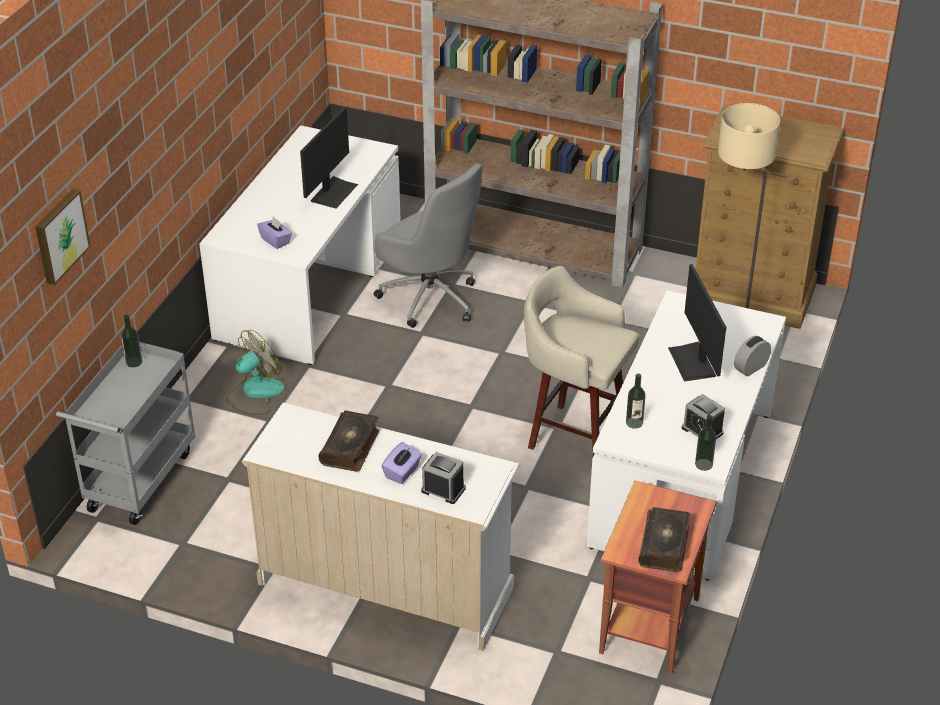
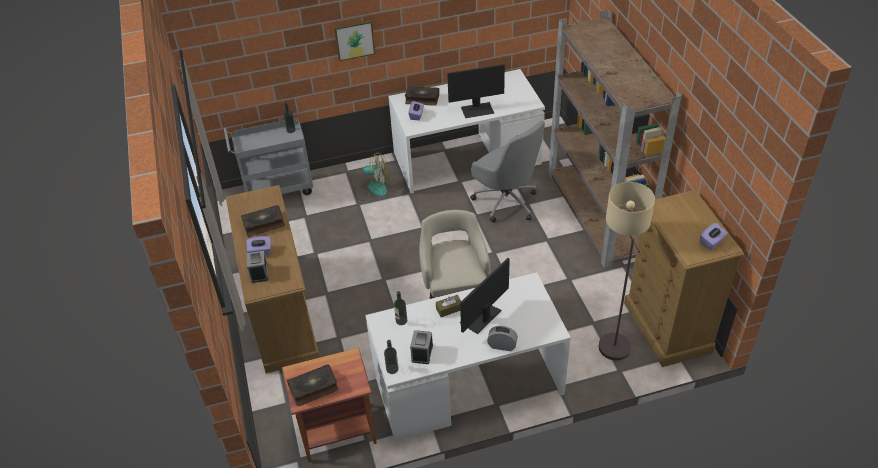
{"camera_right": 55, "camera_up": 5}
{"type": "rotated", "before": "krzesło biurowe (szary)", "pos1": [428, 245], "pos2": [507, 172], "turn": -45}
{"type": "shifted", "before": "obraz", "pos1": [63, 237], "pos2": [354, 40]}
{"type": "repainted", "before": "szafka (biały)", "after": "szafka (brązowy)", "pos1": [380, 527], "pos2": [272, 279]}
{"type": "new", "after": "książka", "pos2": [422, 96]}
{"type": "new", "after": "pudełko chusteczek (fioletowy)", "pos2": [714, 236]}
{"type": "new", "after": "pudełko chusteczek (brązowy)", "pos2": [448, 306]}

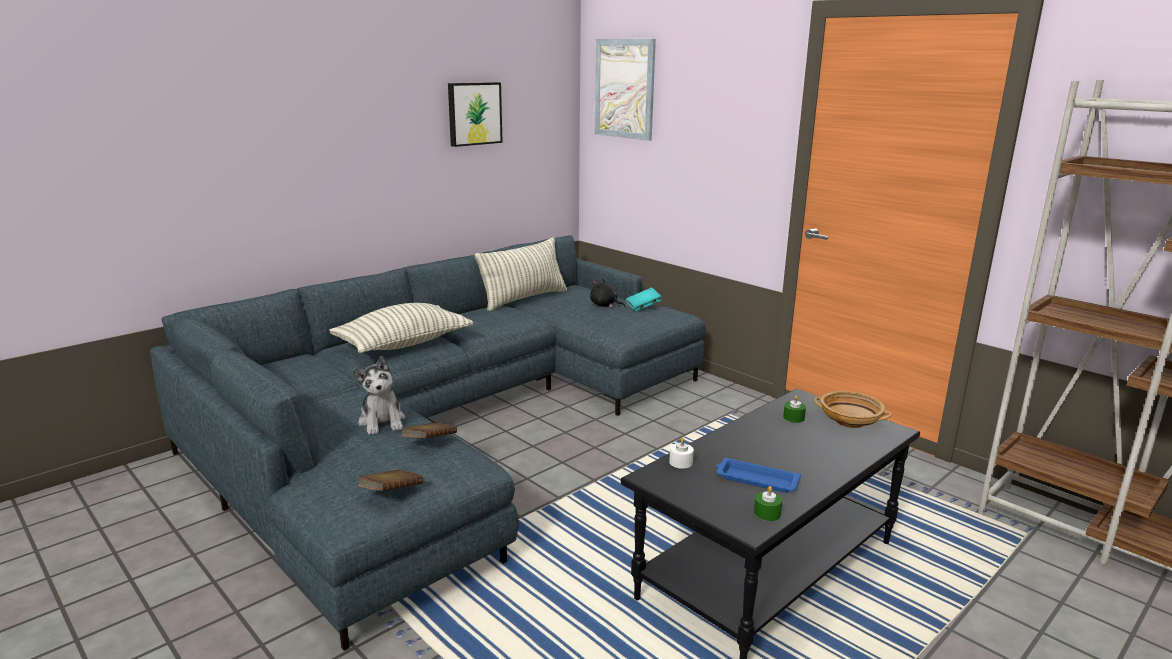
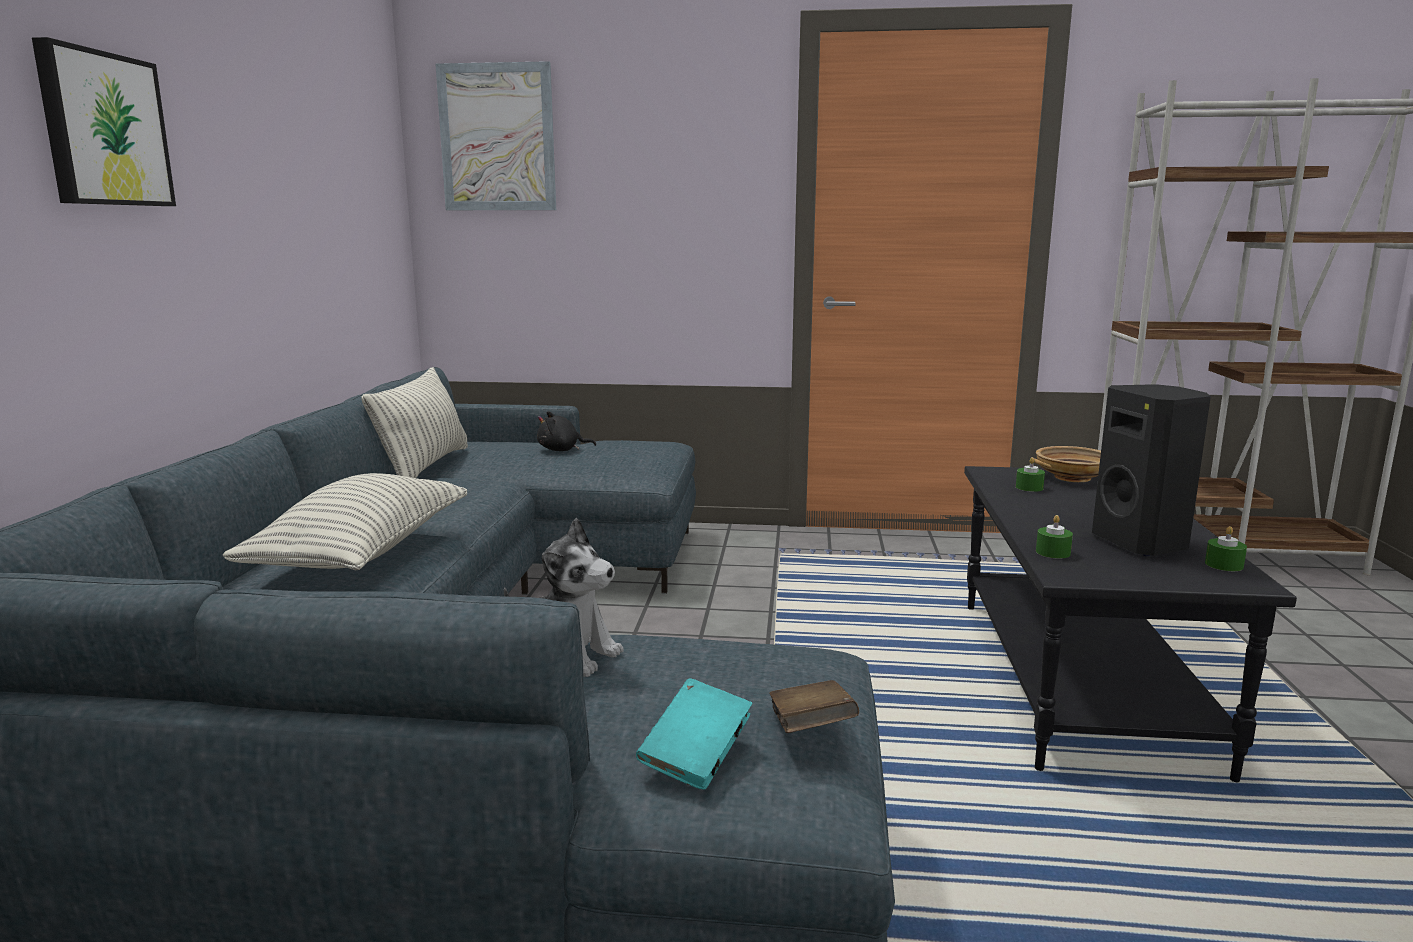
{"camera_right": -40, "camera_up": -5}
{"type": "shifted", "before": "obraz", "pos1": [475, 114], "pos2": [104, 121]}
{"type": "shifted", "before": "książka (turkusowy)", "pos1": [644, 299], "pos2": [694, 734]}
{"type": "gone", "before": "książka (brązowy)", "pos1": [429, 430]}
{"type": "repainted", "before": "świeca (biały)", "after": "świeca (zielony)", "pos1": [681, 453], "pos2": [1054, 537]}
{"type": "swapped", "before": "taca (niebieski)", "after": "głośnik (czarny)", "pos1": [758, 475], "pos2": [1151, 470]}

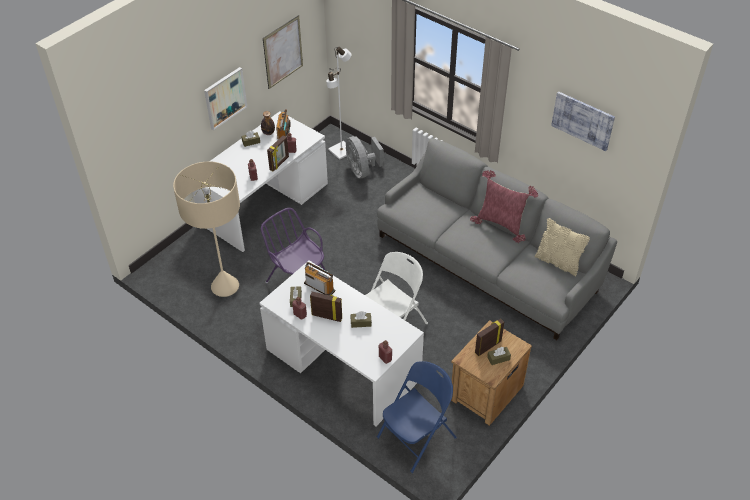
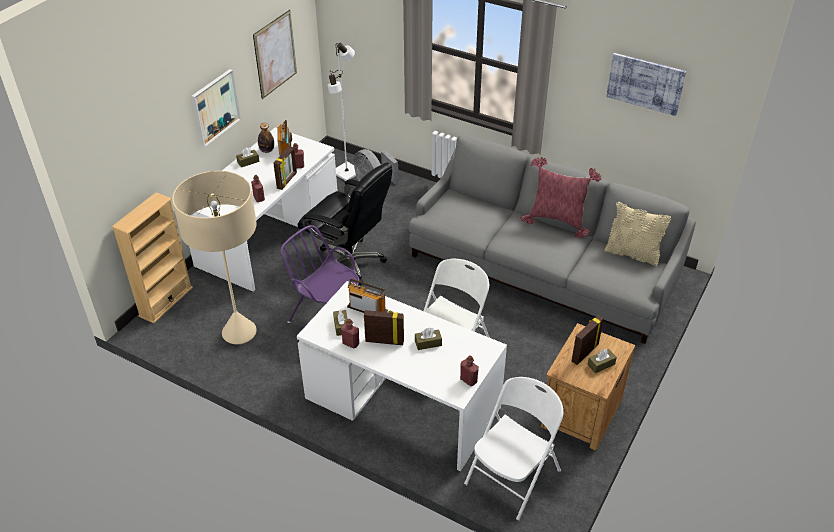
{"camera_right": -10, "camera_up": -5}
{"type": "repainted", "before": "krzesło (niebieski)", "after": "krzesło (biały)", "pos1": [417, 417], "pos2": [513, 449]}
{"type": "new", "after": "krzesło biurowe (czarny)", "pos2": [345, 224]}
{"type": "new", "after": "regał (beżowy)", "pos2": [152, 257]}

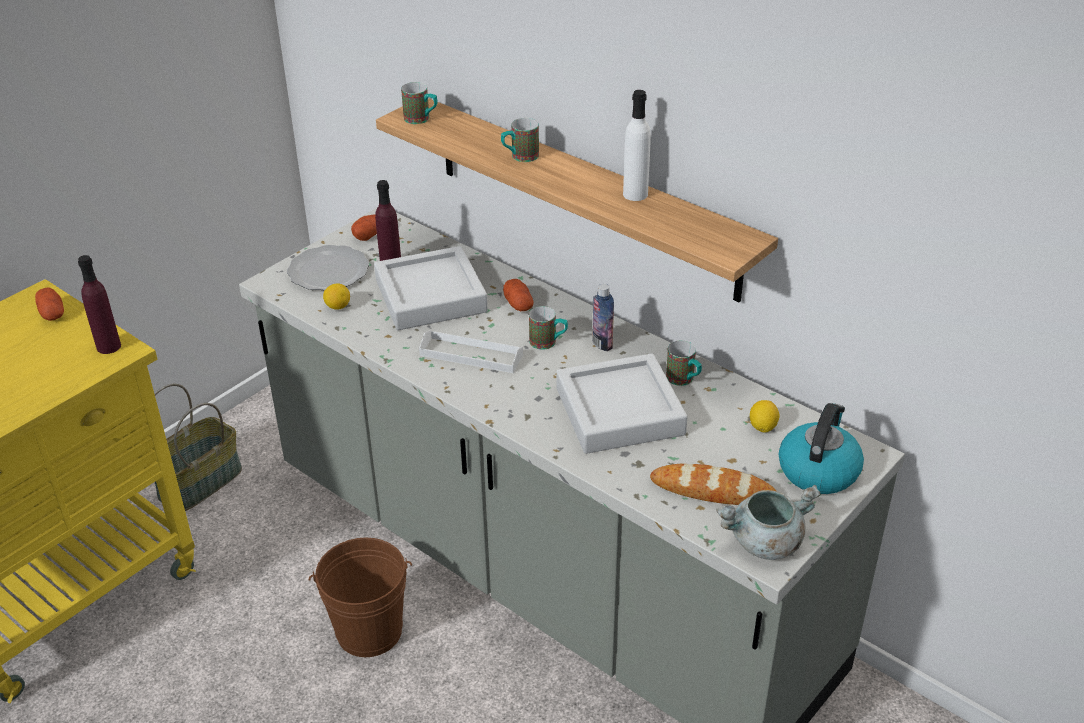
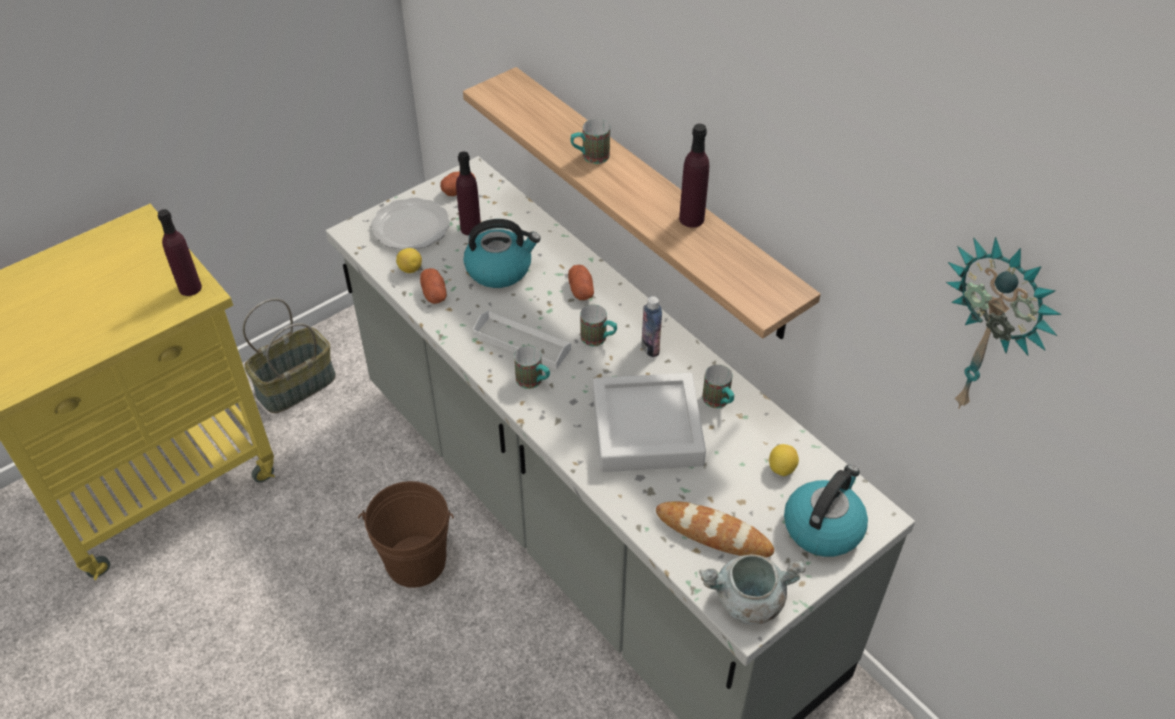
{"camera_right": 10, "camera_up": 10}
{"type": "shifted", "before": "kubek", "pos1": [419, 103], "pos2": [532, 367]}
{"type": "repainted", "before": "butelka (biały)", "after": "butelka (fioletowy)", "pos1": [637, 145], "pos2": [694, 176]}
{"type": "swapped", "before": "taca (szary)", "after": "czajnik", "pos1": [431, 288], "pos2": [502, 253]}
{"type": "shifted", "before": "ziemniak", "pos1": [49, 304], "pos2": [433, 286]}
{"type": "new", "after": "zegar ścienny", "pos2": [1003, 323]}

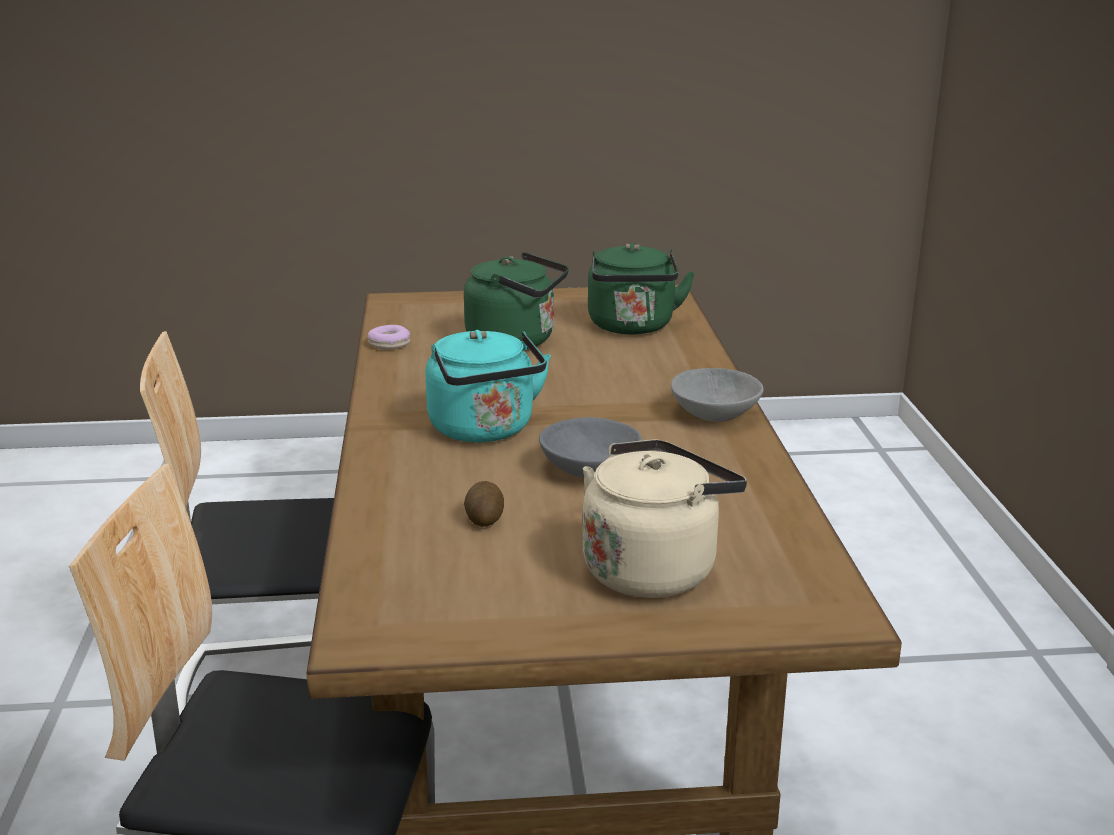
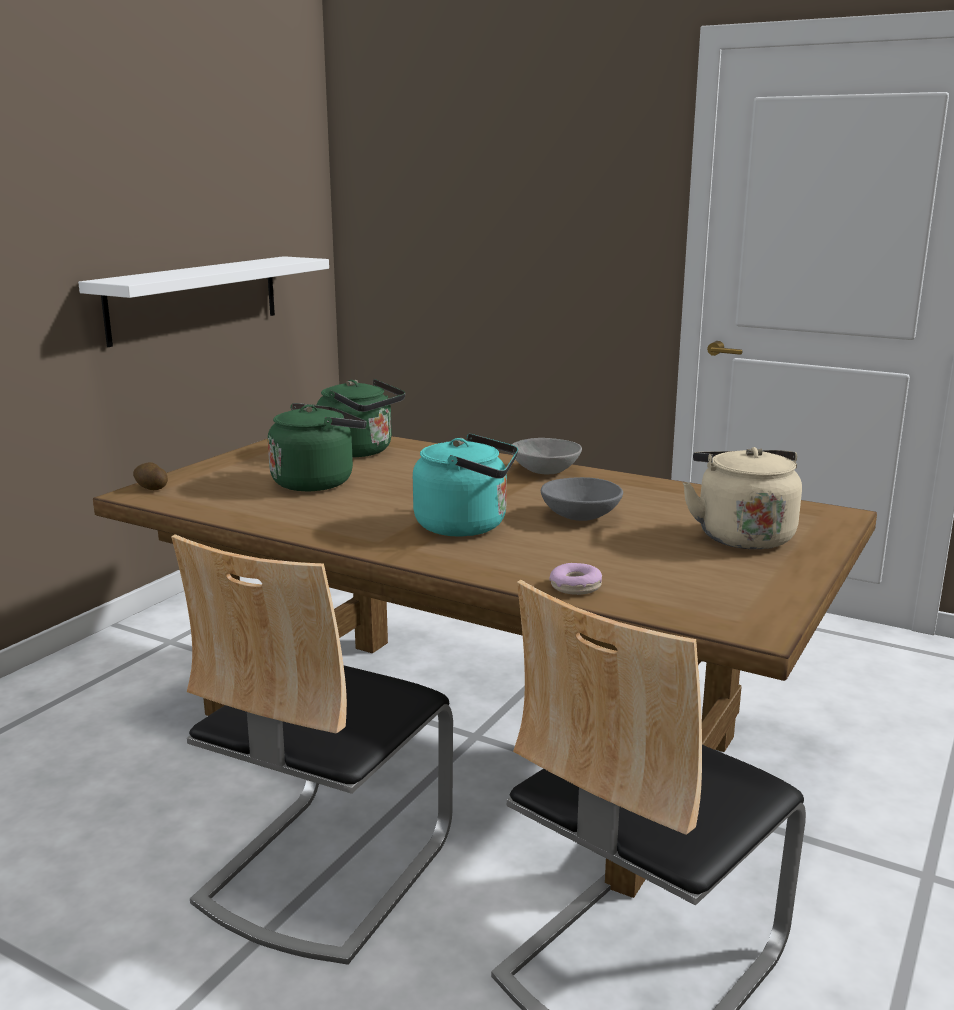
{"camera_right": -55, "camera_up": -5}
{"type": "shifted", "before": "donut", "pos1": [388, 337], "pos2": [575, 579]}
{"type": "shifted", "before": "ziemniak", "pos1": [484, 504], "pos2": [150, 476]}
{"type": "new", "after": "półka (biały)", "pos2": [203, 301]}

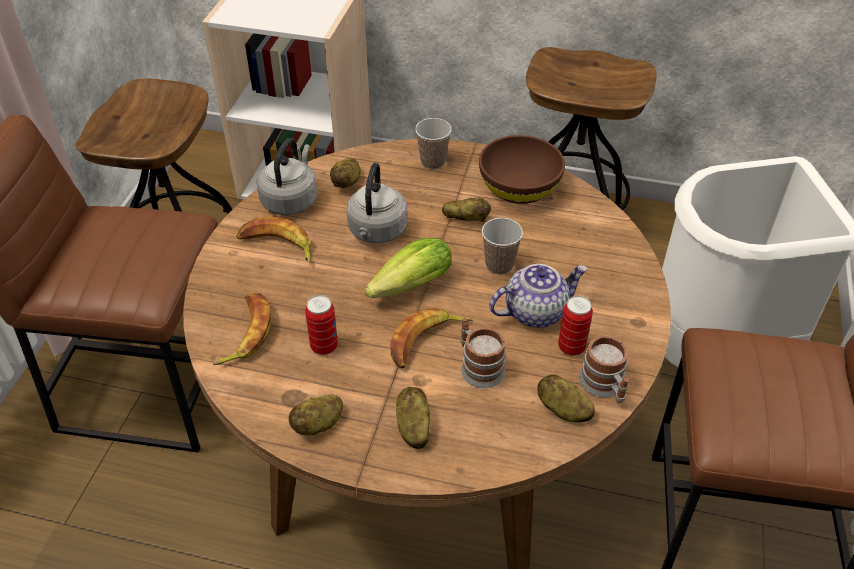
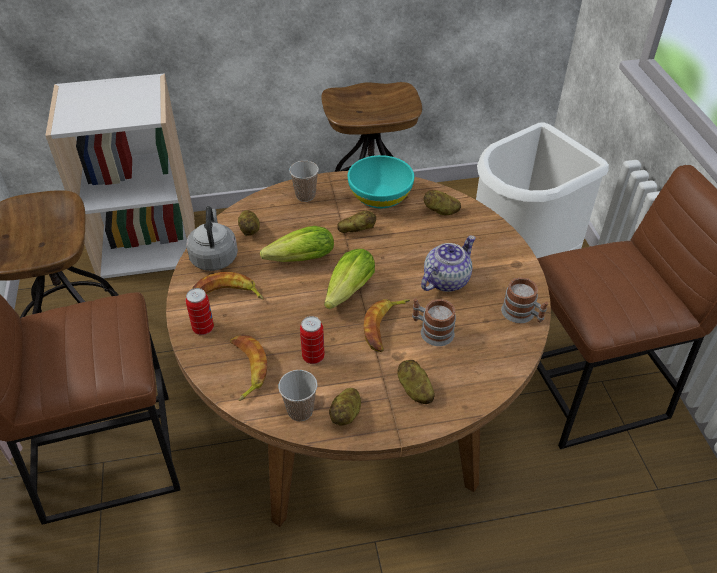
{"camera_right": -25, "camera_up": 0}
{"type": "repainted", "before": "miska (brązowy)", "after": "miska (turkusowy)", "pos1": [522, 169], "pos2": [380, 182]}
{"type": "swapped", "before": "czajnik (szary)", "after": "sałata", "pos1": [377, 203], "pos2": [297, 244]}
{"type": "shifted", "before": "filiżanka", "pos1": [502, 246], "pos2": [297, 395]}
{"type": "shifted", "before": "puszka", "pos1": [575, 326], "pos2": [200, 311]}
{"type": "shifted", "before": "ziemniak", "pos1": [566, 398], "pos2": [442, 202]}

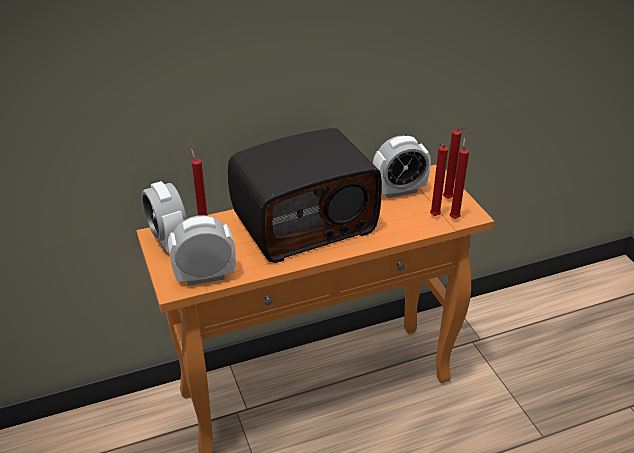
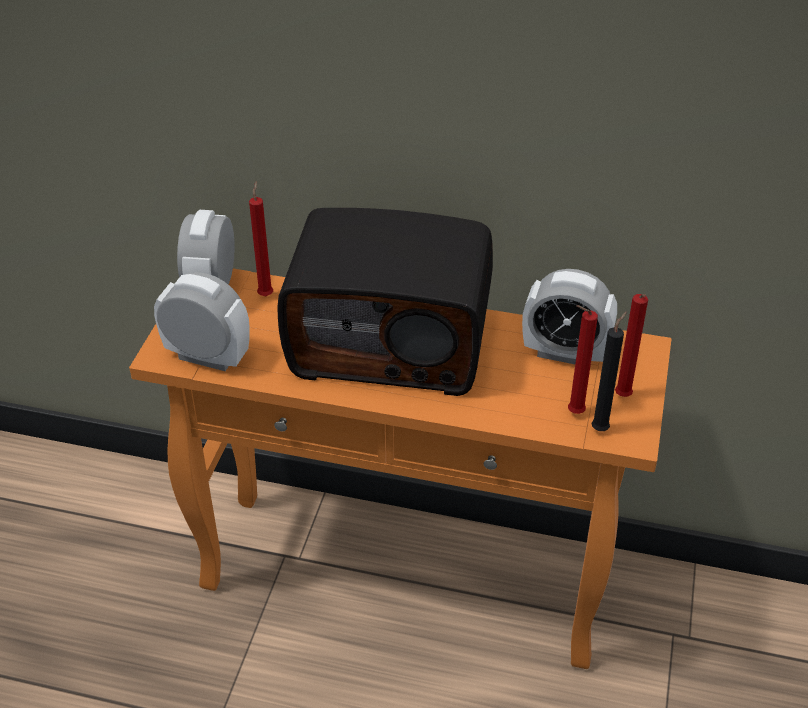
{"camera_right": 35, "camera_up": 5}
{"type": "repainted", "before": "świeca (czerwony)", "after": "świeca (czarny)", "pos1": [459, 178], "pos2": [609, 371]}

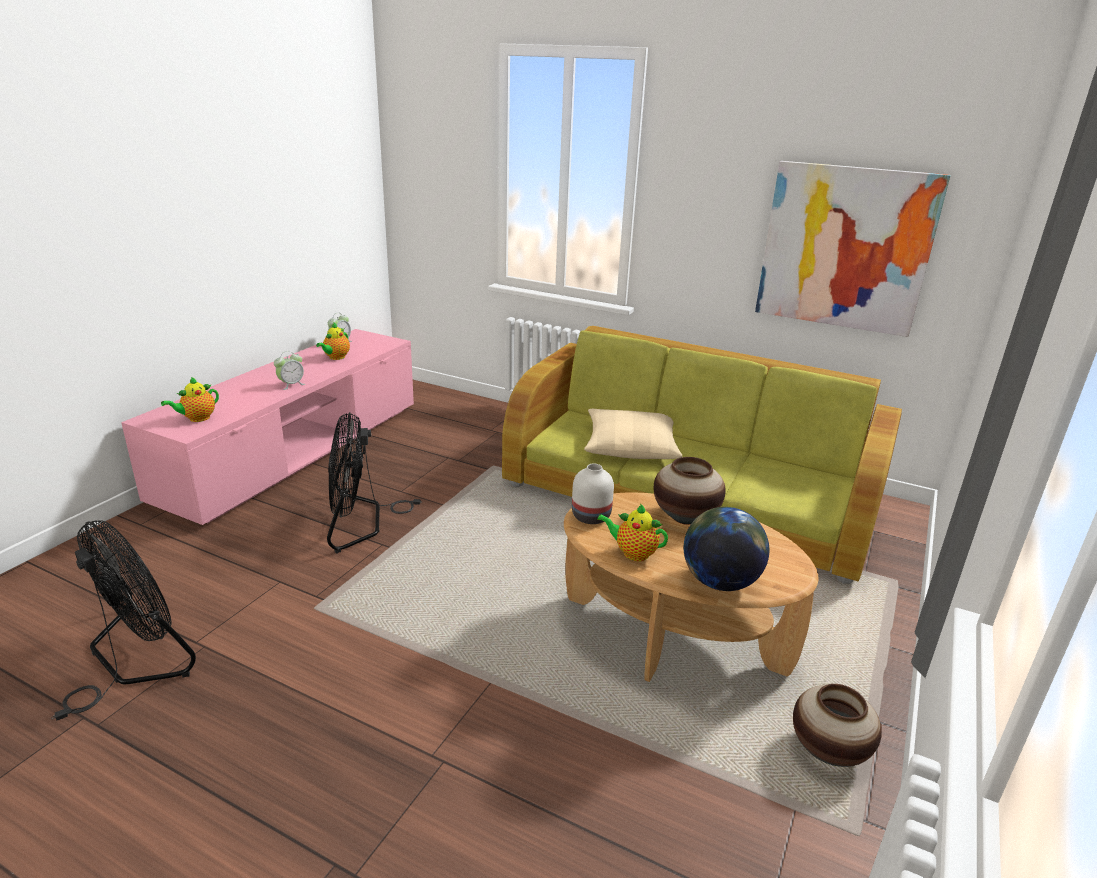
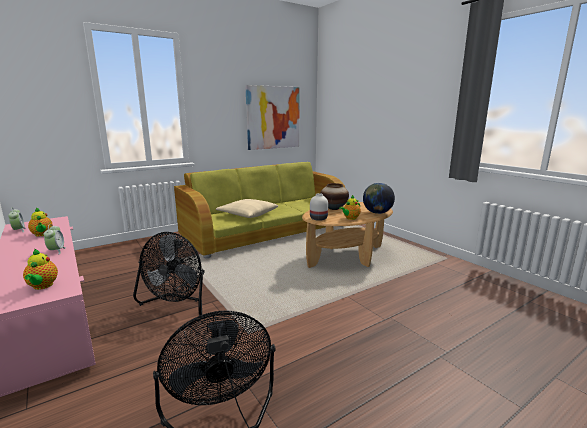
{"camera_right": -60, "camera_up": -10}
{"type": "gone", "before": "wazon", "pos1": [837, 725]}

